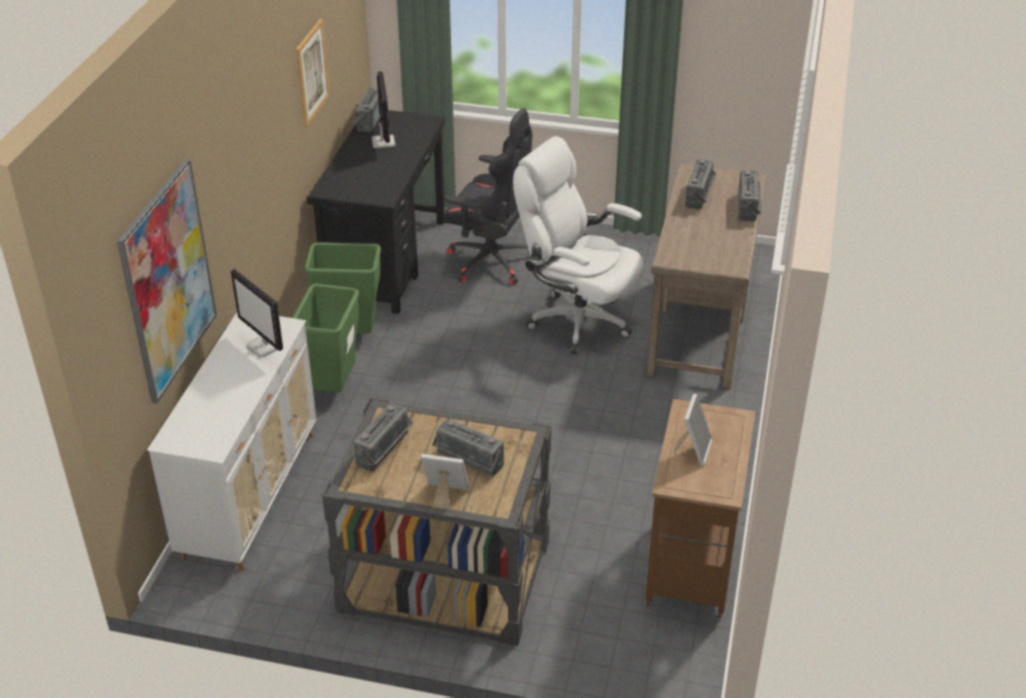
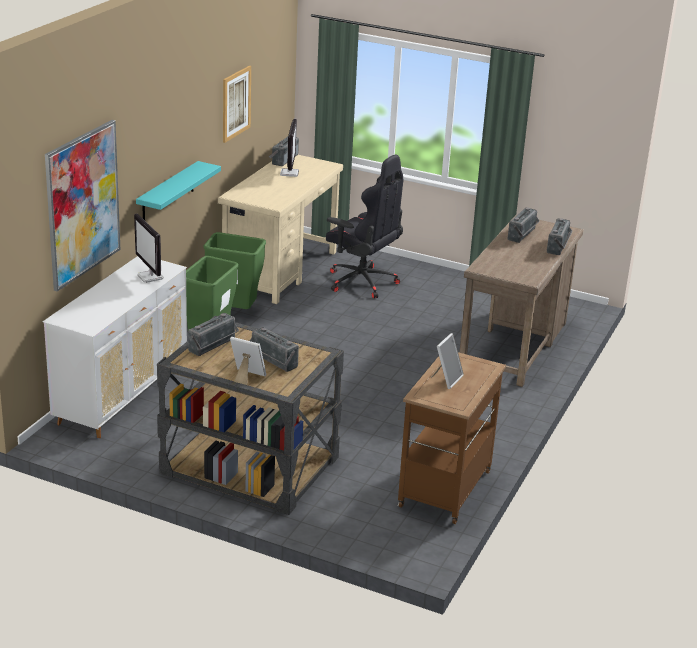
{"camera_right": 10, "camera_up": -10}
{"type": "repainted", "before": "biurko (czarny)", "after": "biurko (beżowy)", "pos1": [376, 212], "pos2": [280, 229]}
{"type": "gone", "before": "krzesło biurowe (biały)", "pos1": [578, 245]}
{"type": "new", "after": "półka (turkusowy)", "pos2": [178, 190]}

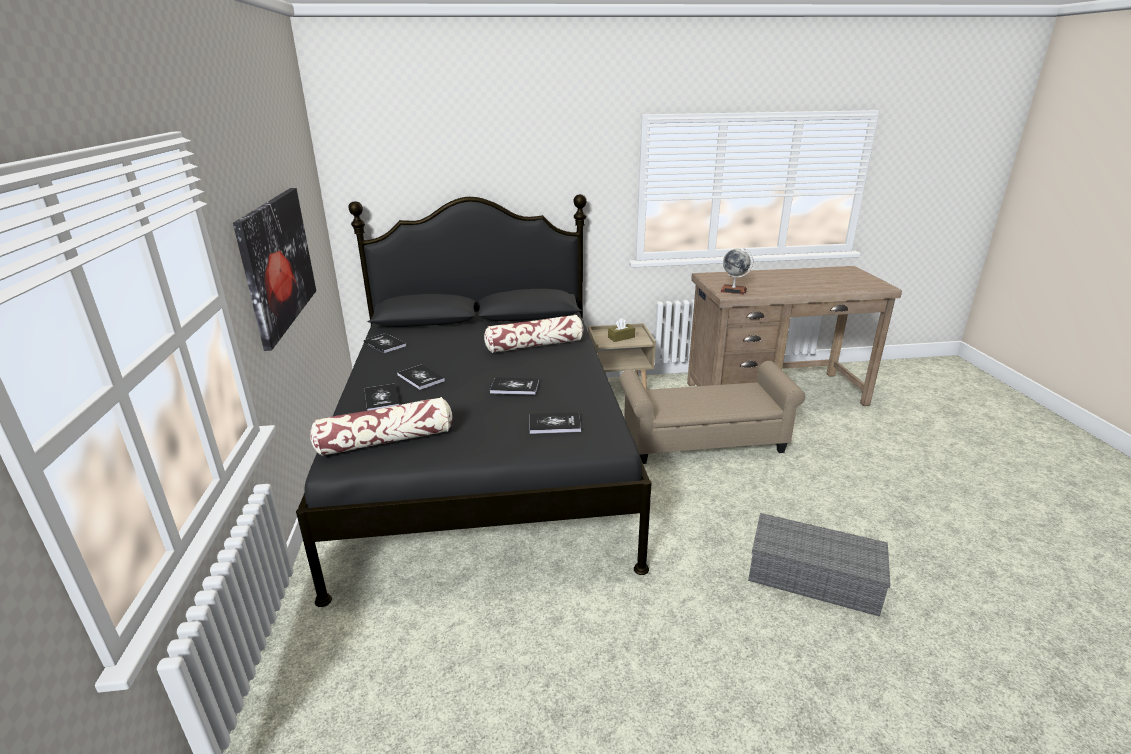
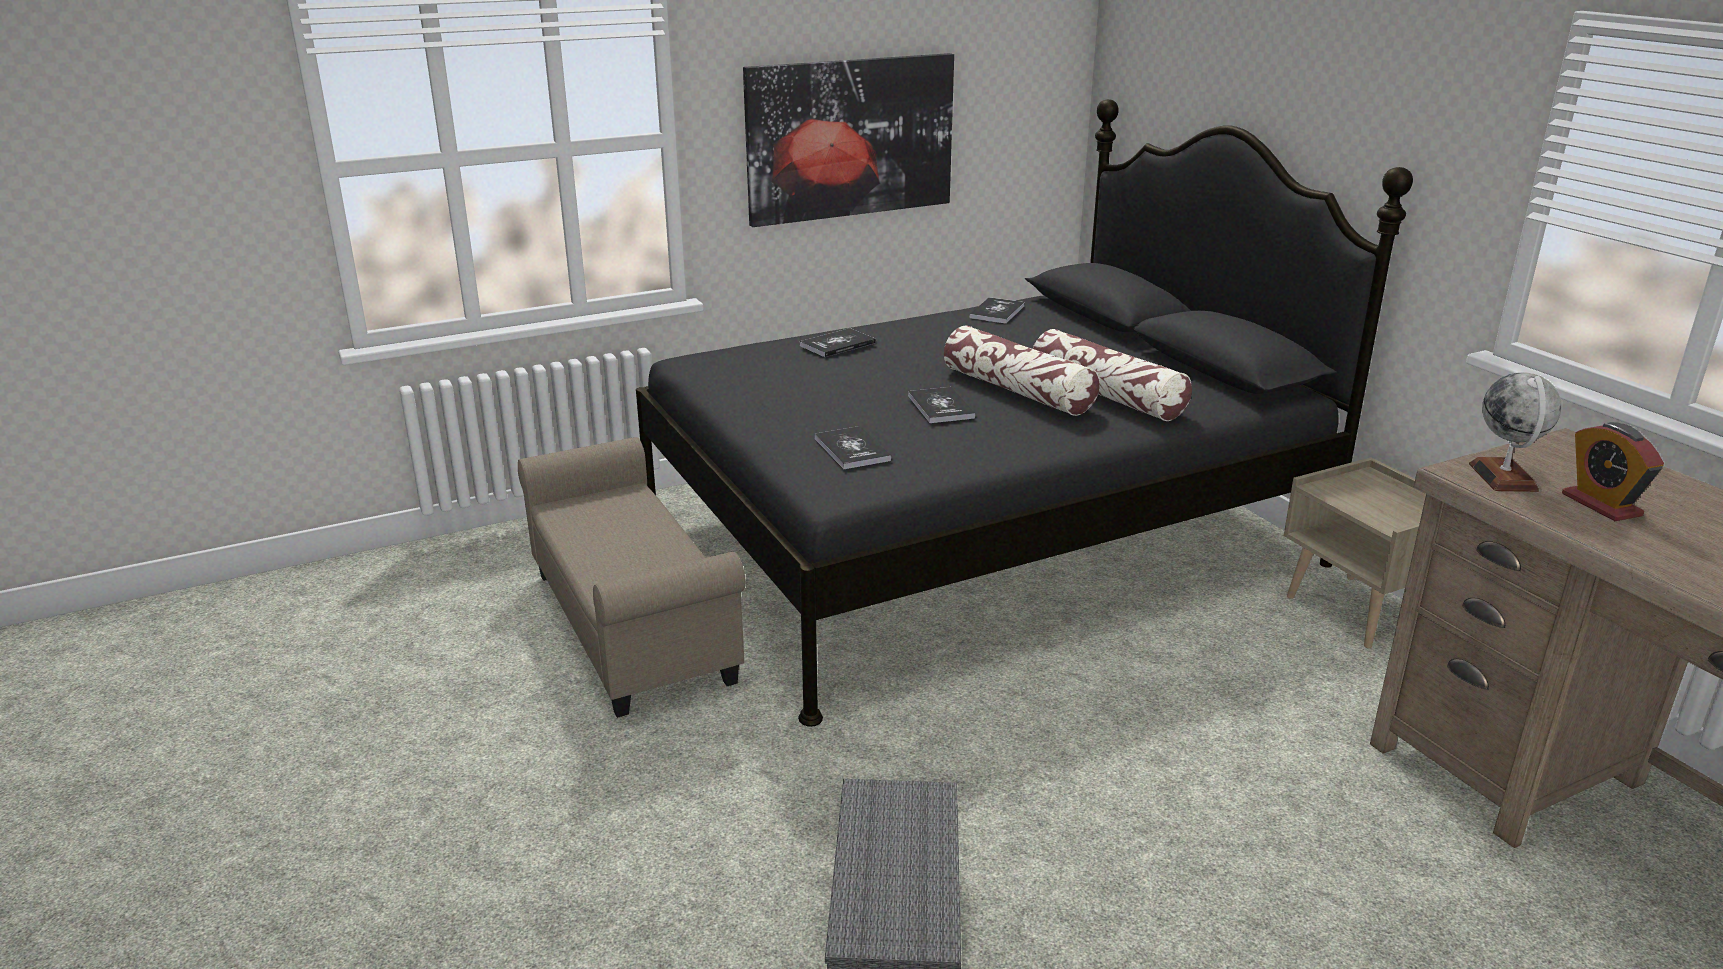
{"camera_right": 70, "camera_up": 0}
{"type": "gone", "before": "pudełko chusteczek (brązowy)", "pos1": [621, 330]}
{"type": "shifted", "before": "pufa (beżowy)", "pos1": [712, 412], "pos2": [631, 577]}
{"type": "gone", "before": "książka", "pos1": [421, 377]}
{"type": "shifted", "before": "poduszka", "pos1": [381, 426], "pos2": [1022, 370]}
{"type": "new", "after": "budzik", "pos2": [1613, 471]}

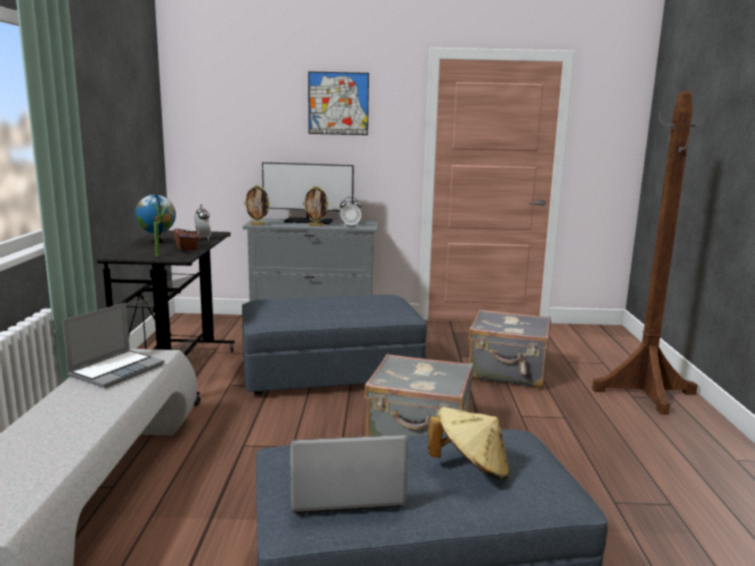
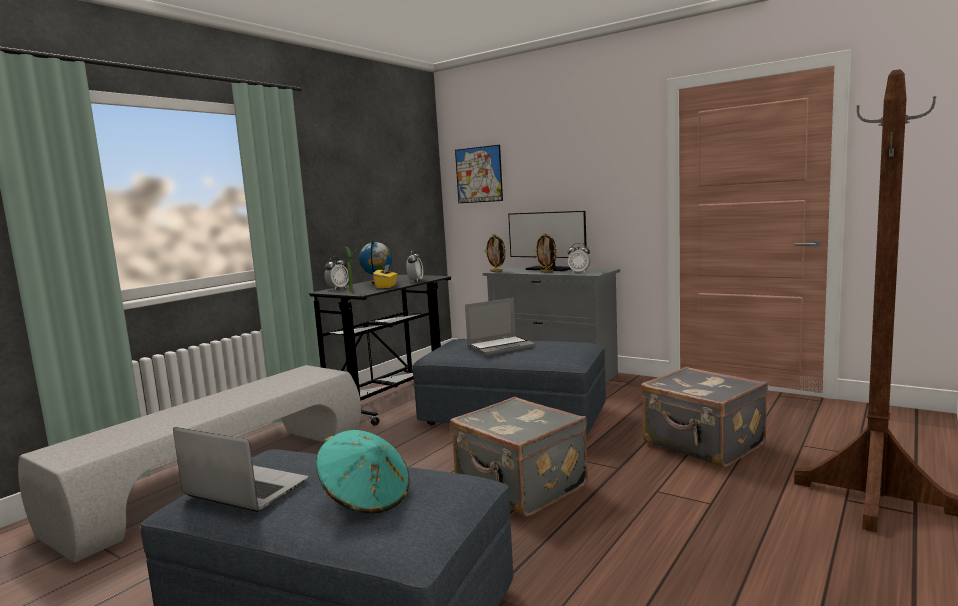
{"camera_right": 35, "camera_up": -5}
{"type": "shifted", "before": "obraz", "pos1": [338, 103], "pos2": [479, 174]}
{"type": "repainted", "before": "pudełko chusteczek (brązowy)", "after": "pudełko chusteczek (żółty)", "pos1": [186, 236], "pos2": [385, 276]}
{"type": "shifted", "before": "laptop", "pos1": [113, 345], "pos2": [500, 327]}
{"type": "repainted", "before": "kapelusz (beżowy)", "after": "kapelusz (turkusowy)", "pos1": [469, 443], "pos2": [363, 472]}
{"type": "new", "after": "budzik", "pos2": [336, 273]}

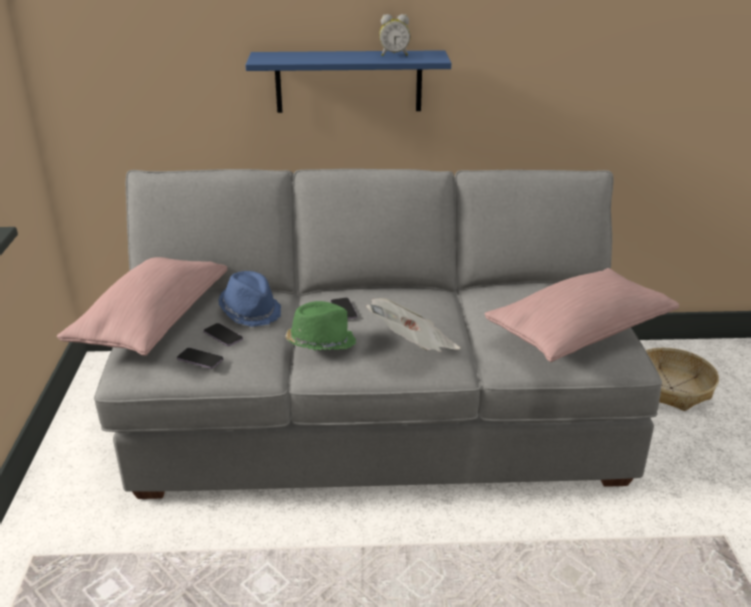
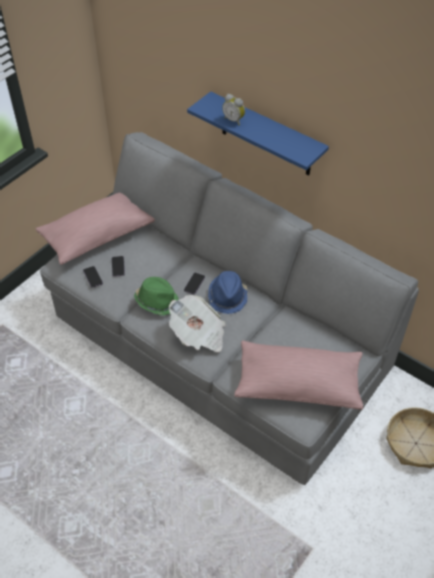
{"camera_right": 40, "camera_up": 20}
{"type": "shifted", "before": "budzik", "pos1": [394, 35], "pos2": [233, 109]}
{"type": "shifted", "before": "kapelusz (niebieski)", "pos1": [250, 299], "pos2": [228, 292]}

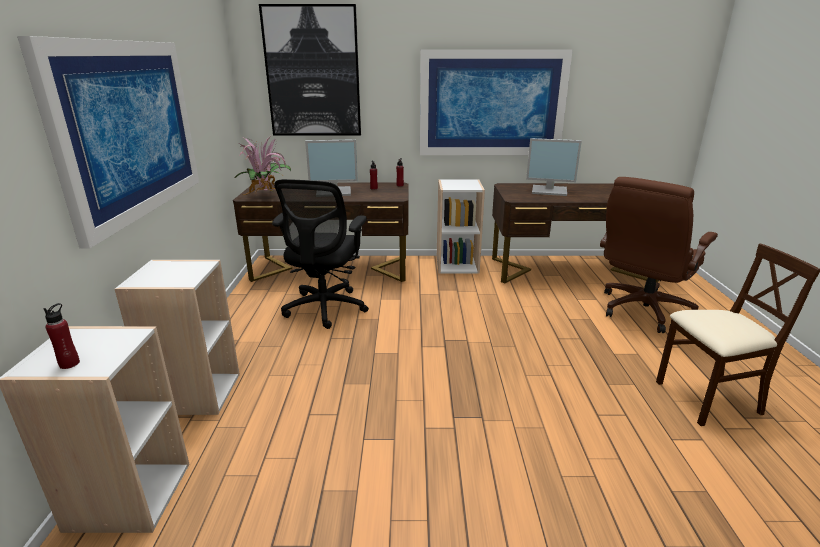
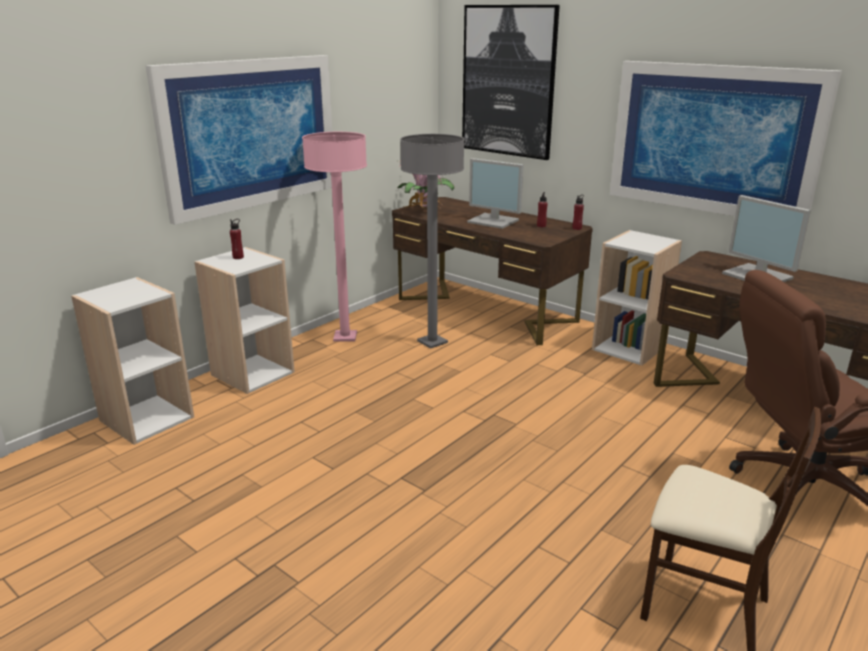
{"camera_right": 40, "camera_up": 0}
{"type": "swapped", "before": "krzesło biurowe (czarny)", "after": "lampa stojąca (szary)", "pos1": [320, 254], "pos2": [432, 241]}
{"type": "shifted", "before": "butelka (czerwony)", "pos1": [61, 336], "pos2": [237, 239]}
{"type": "new", "after": "lampa stojąca (różowy)", "pos2": [334, 237]}

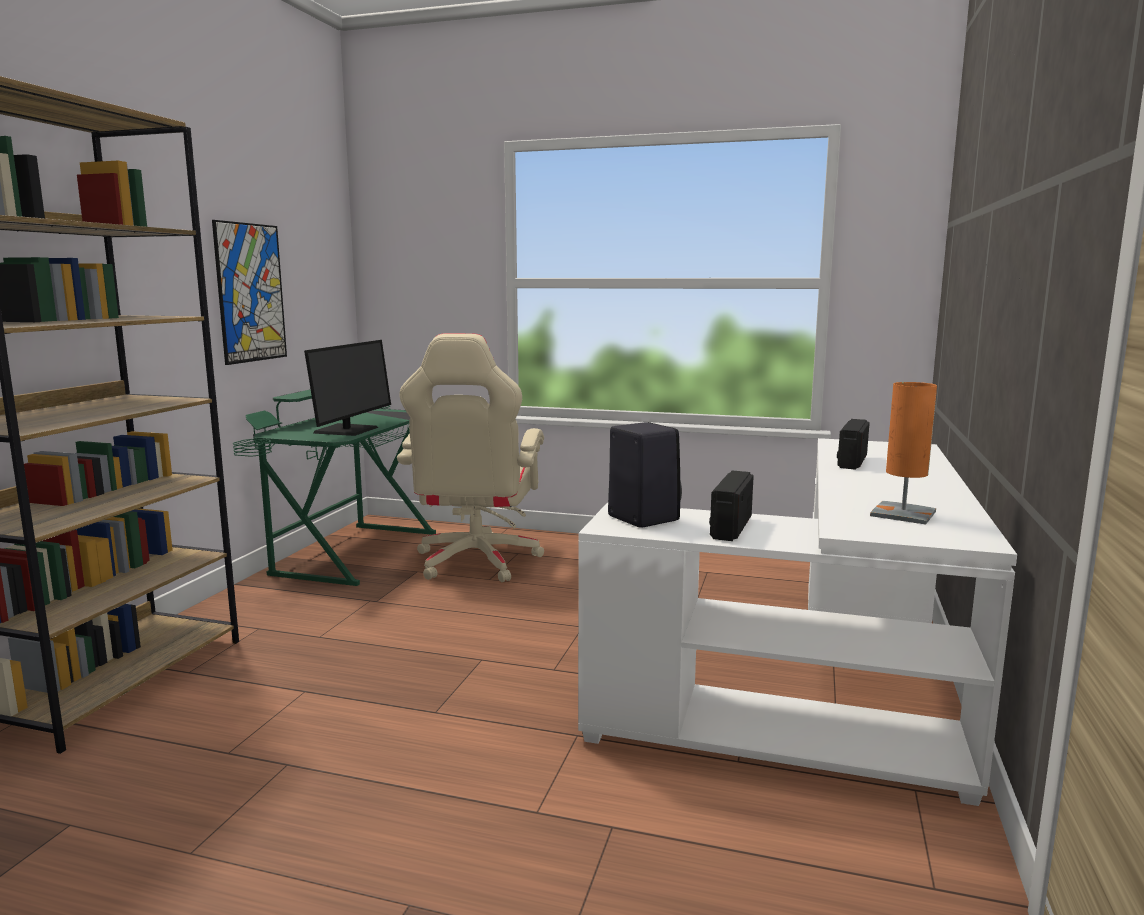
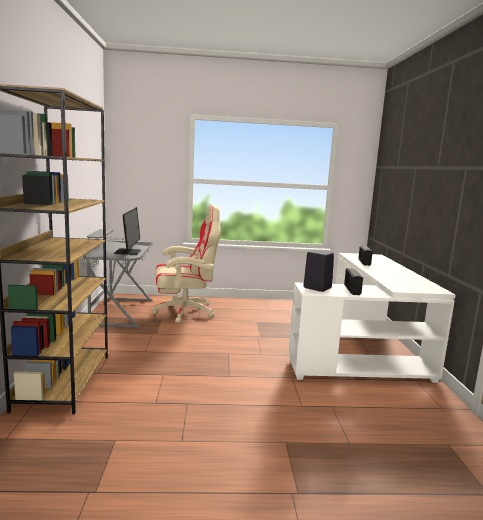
{"camera_right": -20, "camera_up": 0}
{"type": "gone", "before": "obraz", "pos1": [249, 292]}
{"type": "rotated", "before": "krzesło biurowe (beżowy)", "pos1": [470, 457], "pos2": [186, 264], "turn": -90}
{"type": "gone", "before": "lampa stołowa (pomarańczowy)", "pos1": [903, 453]}
{"type": "repainted", "before": "biurko (zielony)", "after": "biurko (szary)", "pos1": [334, 487], "pos2": [117, 278]}

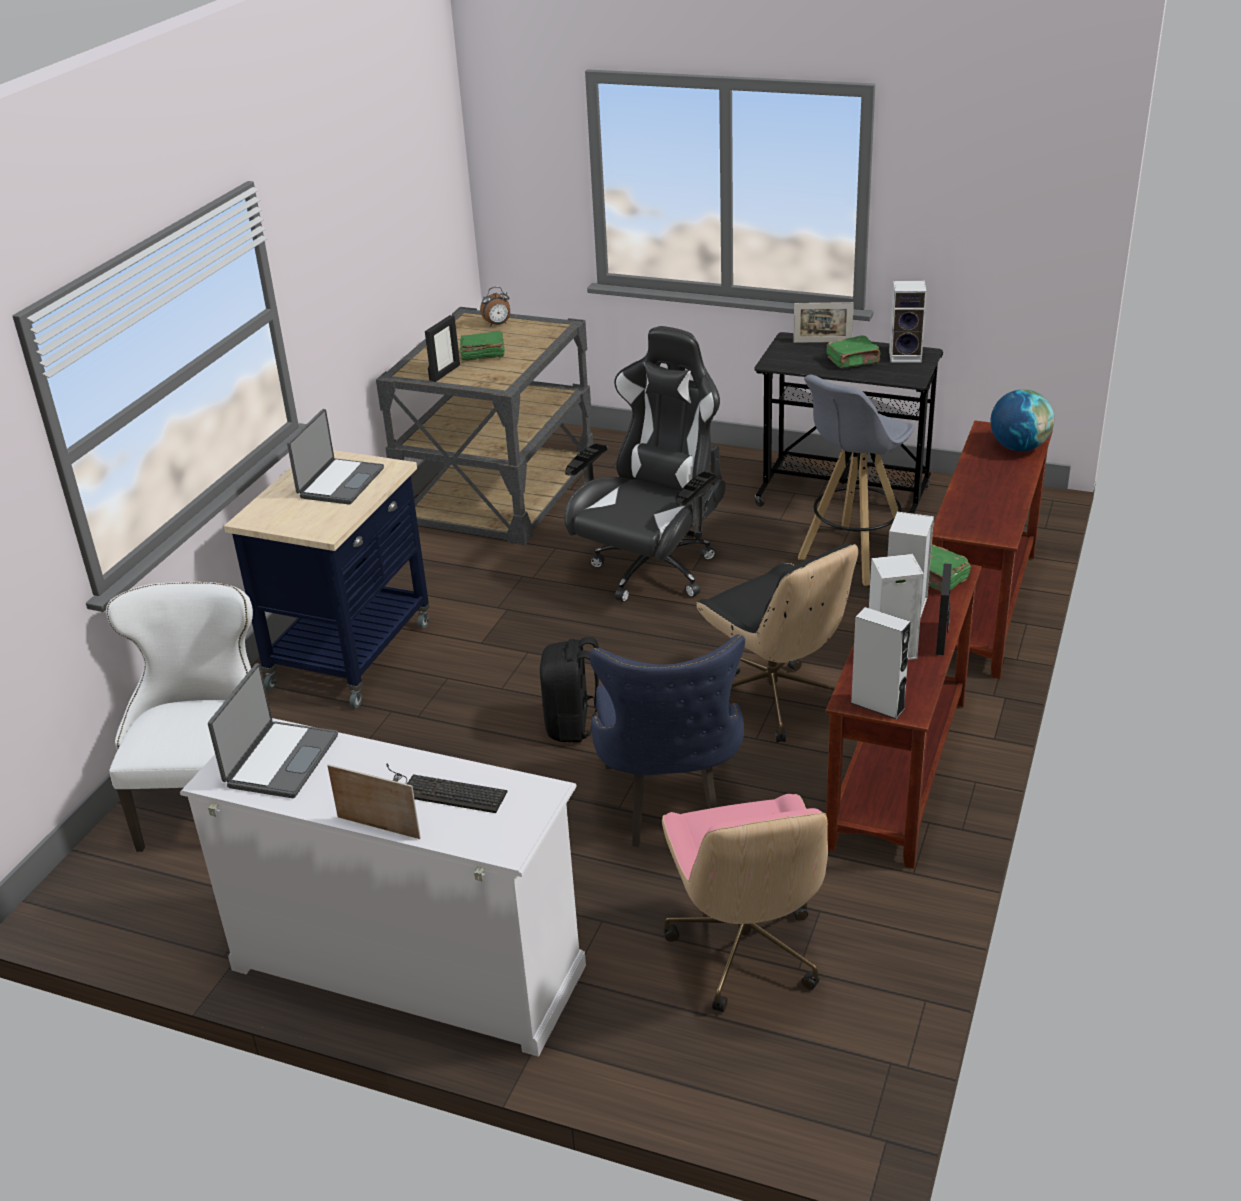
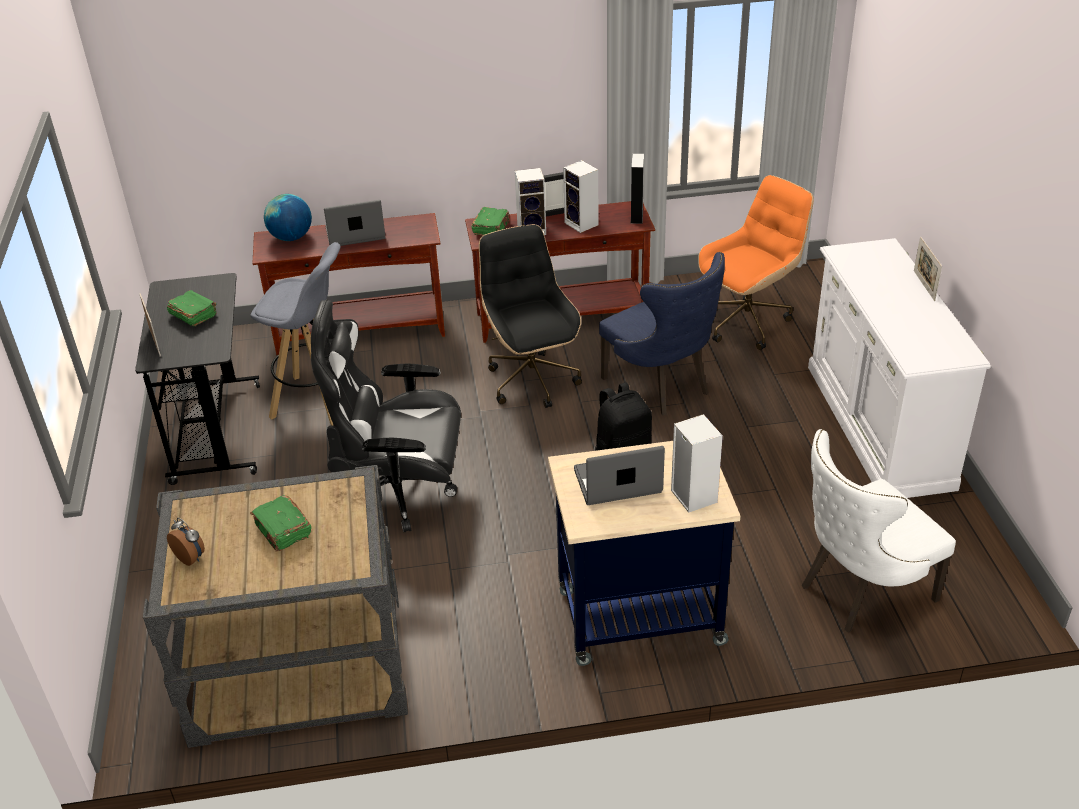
{"camera_right": -120, "camera_up": 5}
{"type": "shifted", "before": "głośnik", "pos1": [908, 321], "pos2": [697, 463]}
{"type": "gone", "before": "ramka na zdjęcie", "pos1": [442, 348]}
{"type": "rotated", "before": "krzesło biurowe (czarny)", "pos1": [777, 642], "pos2": [530, 316], "turn": -45}
{"type": "rotated", "before": "krzesło (niebieski)", "pos1": [667, 740], "pos2": [662, 334], "turn": 90}
{"type": "shifted", "before": "laptop", "pos1": [273, 730], "pos2": [354, 223]}
{"type": "gone", "before": "klawiatura", "pos1": [447, 788]}
{"type": "repainted", "before": "krzesło biurowe (różowy)", "after": "krzesło biurowe (pomarańczowy)", "pos1": [745, 903], "pos2": [756, 262]}

